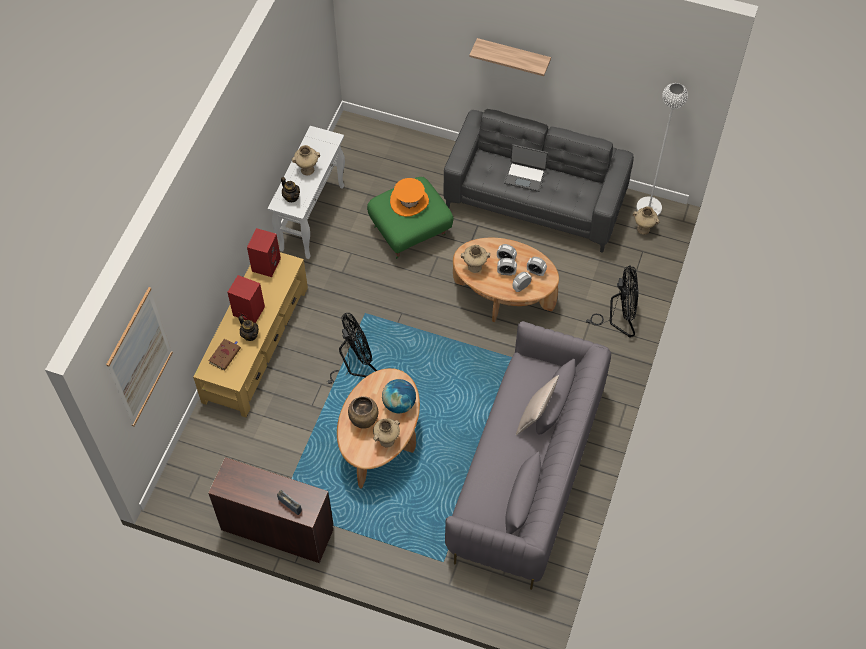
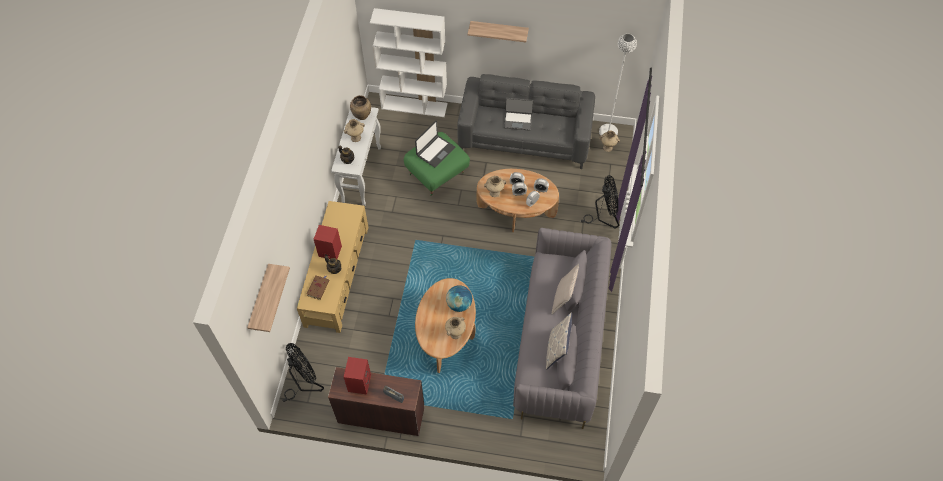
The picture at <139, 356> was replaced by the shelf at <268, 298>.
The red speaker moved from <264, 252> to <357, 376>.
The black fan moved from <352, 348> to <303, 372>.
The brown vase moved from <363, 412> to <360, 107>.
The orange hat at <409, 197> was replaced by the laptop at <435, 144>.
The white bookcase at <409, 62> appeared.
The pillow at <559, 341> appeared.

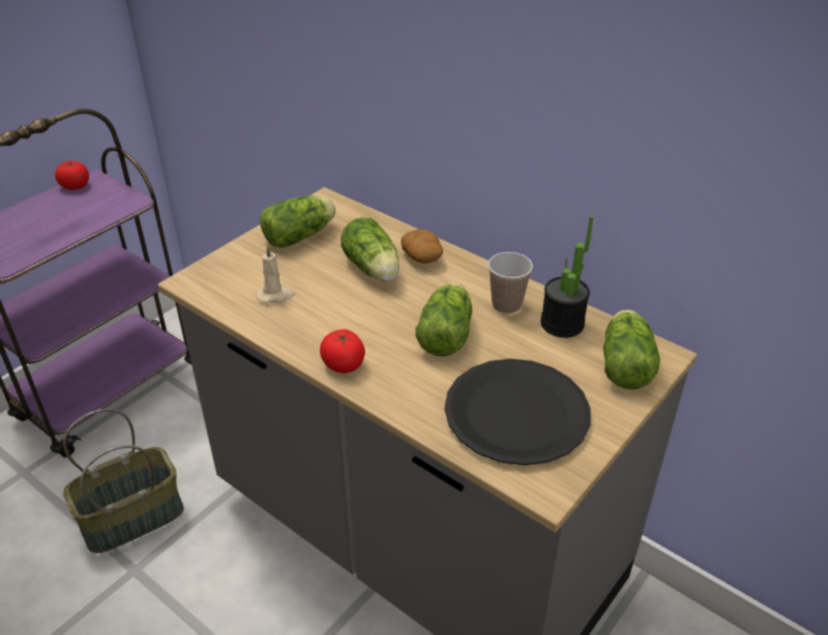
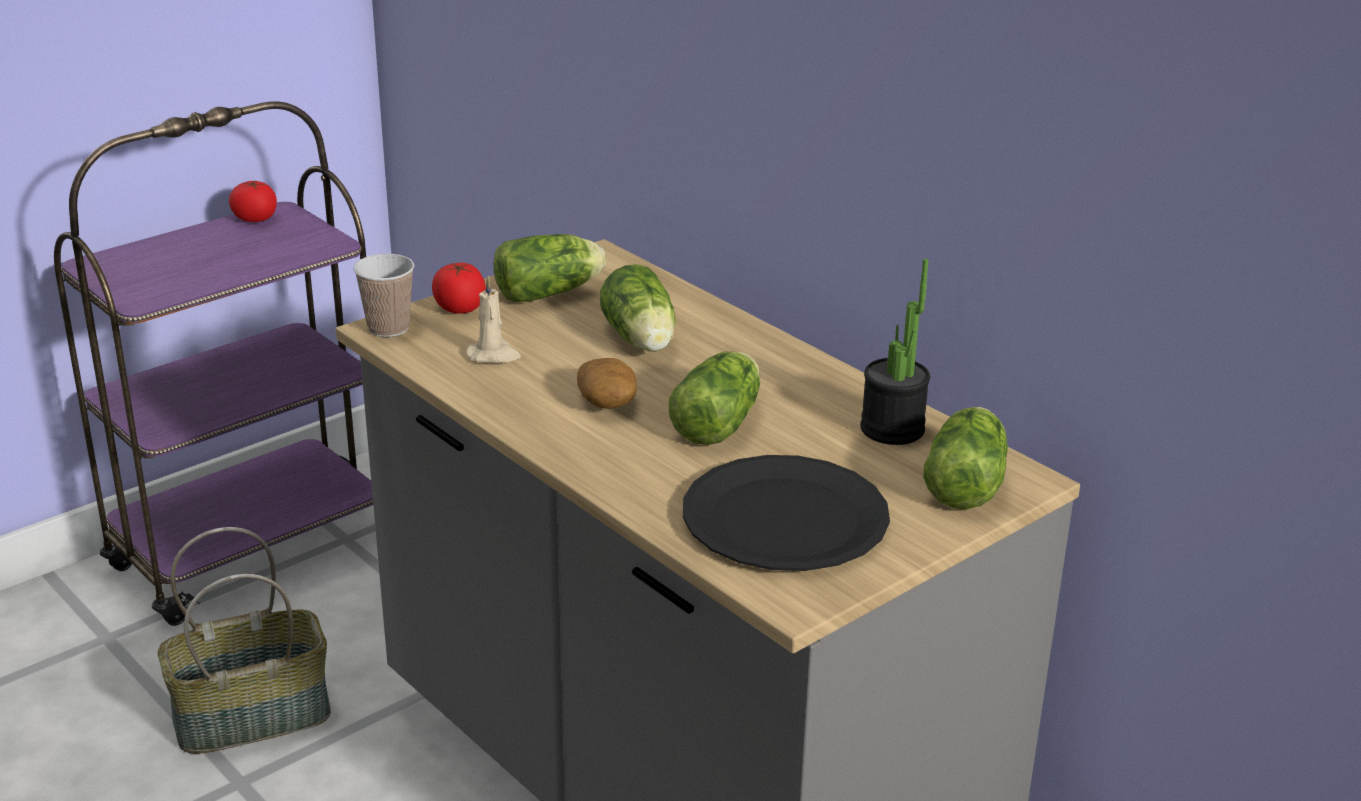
The tomato moved from <342, 351> to <459, 288>.
The potato moved from <422, 246> to <607, 383>.
The cup moved from <510, 283> to <383, 295>.

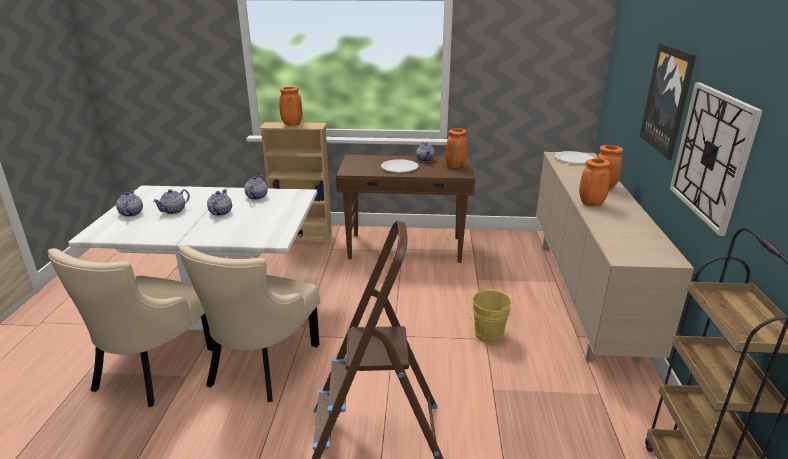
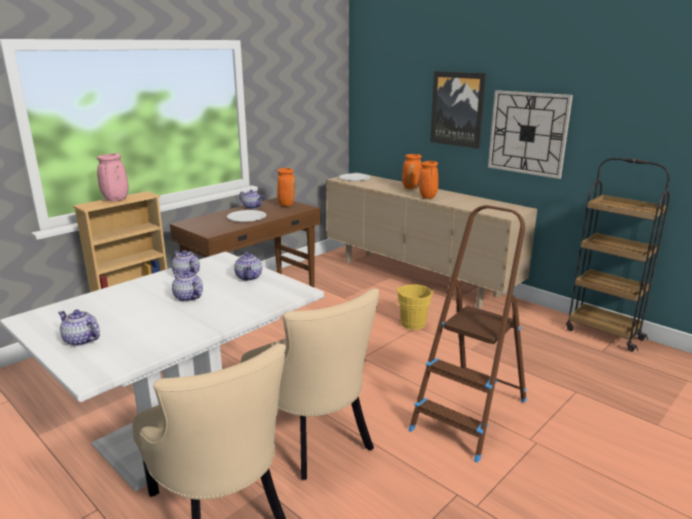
The teapot moved from <171, 201> to <248, 266>.
The orange vase at <290, 106> became the pink vase at <112, 177>.

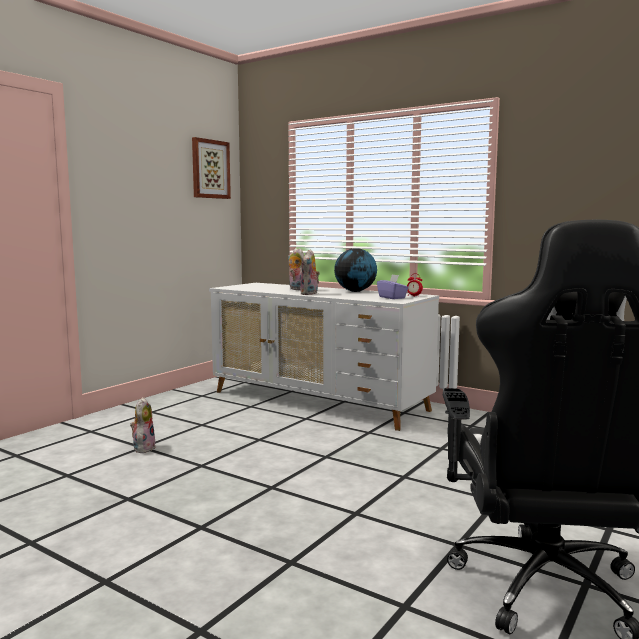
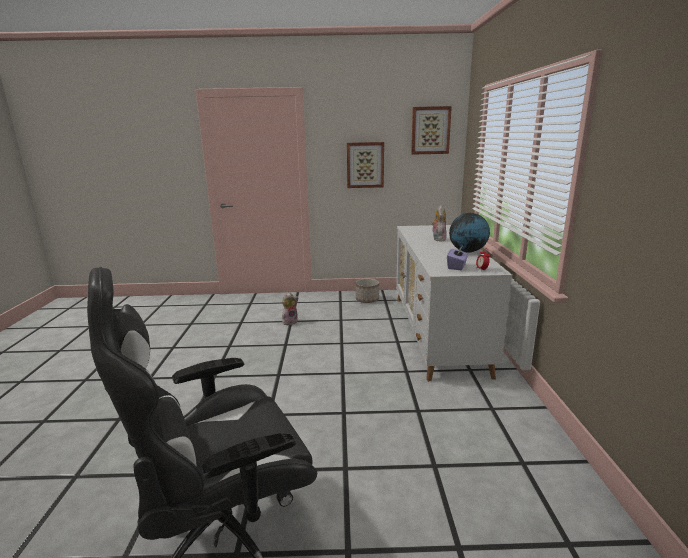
The plush toy at <310, 272> disappeared.
The picture at <365, 165> appeared.
The planter at <367, 290> appeared.

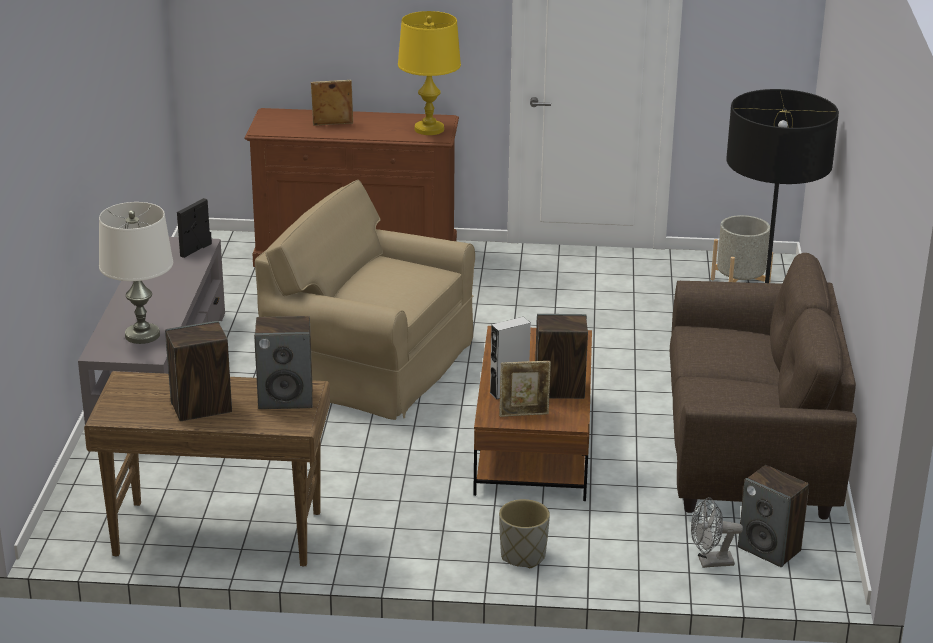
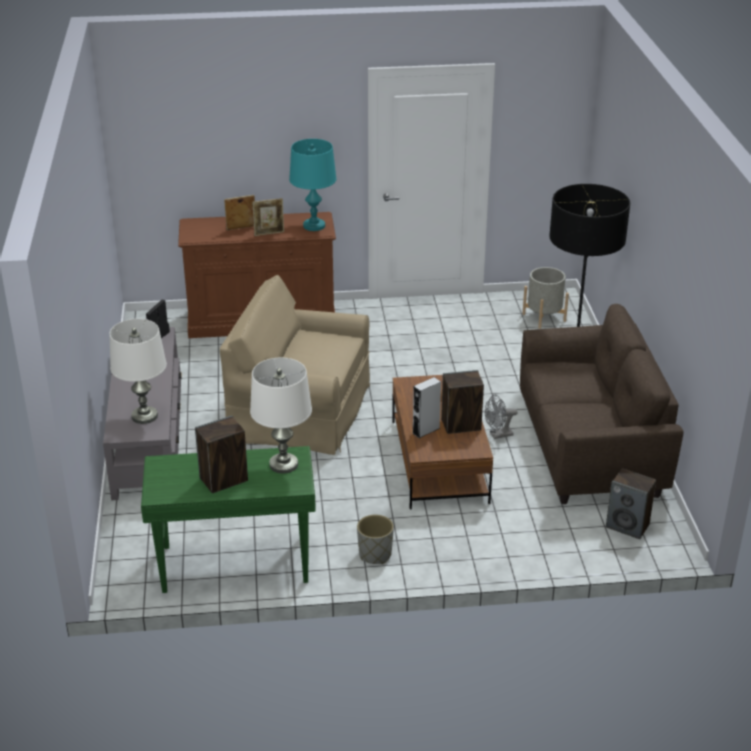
The brown console table at <207, 468> became the green console table at <228, 519>.
The speaker at <283, 362> was replaced by the white table lamp at <281, 416>.
The yellow table lamp at <429, 73> became the turquoise table lamp at <312, 185>.
The picture frame moved from <525, 389> to <268, 217>.
The grey planter moved from <524, 534> to <375, 539>.
The grey fan moved from <717, 532> to <501, 417>.

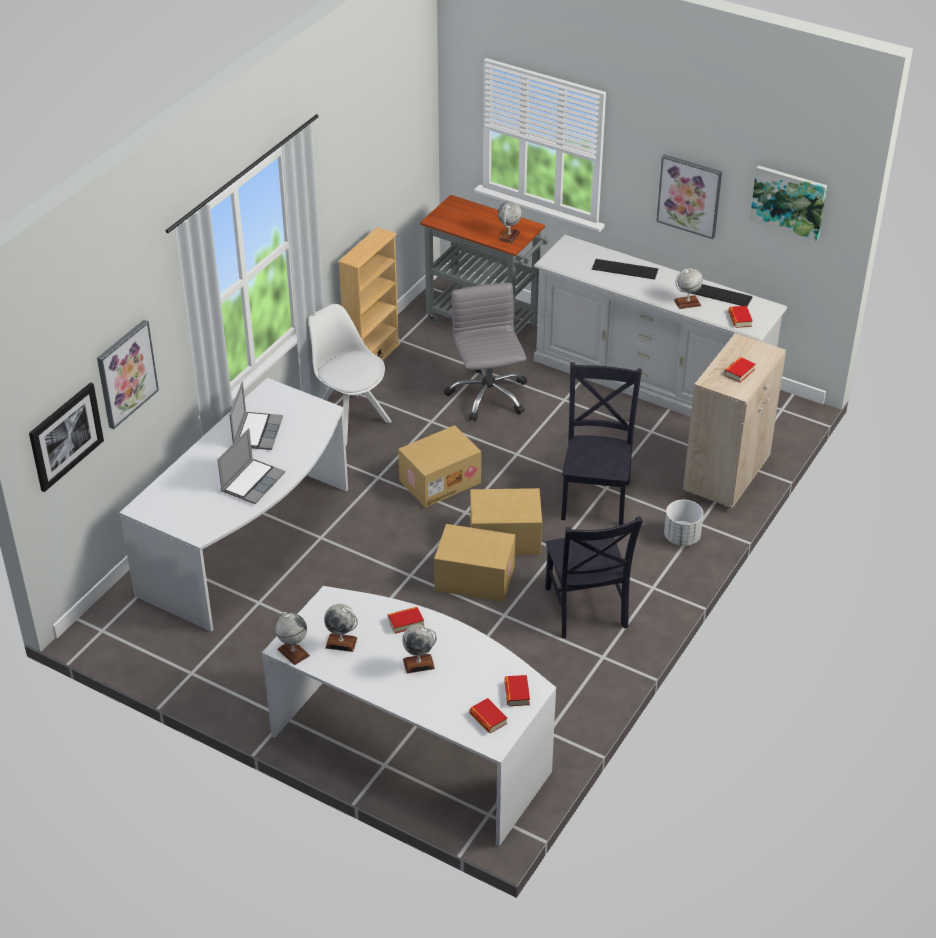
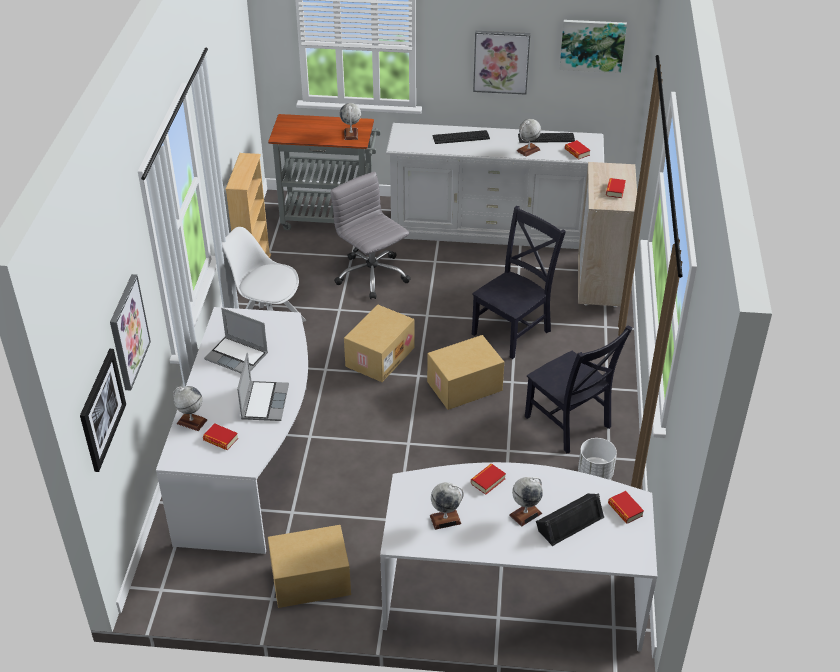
The laptop at <256, 416> turned 135 degrees clockwise.
The globe moved from <293, 638> to <190, 408>.
The cardboard box moved from <474, 563> to <309, 566>.
The book moved from <488, 715> to <220, 436>.
The black chair at <601, 443> turned 60 degrees clockwise.
The white planter moved from <683, 523> to <597, 459>.
The black speaker at <570, 519> appeared.

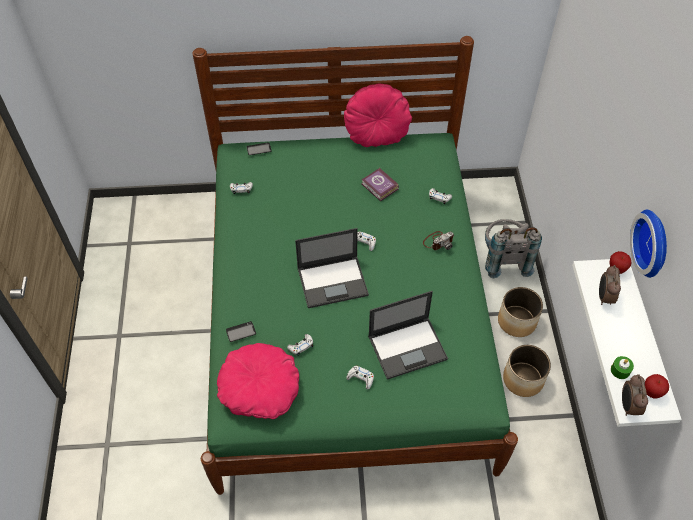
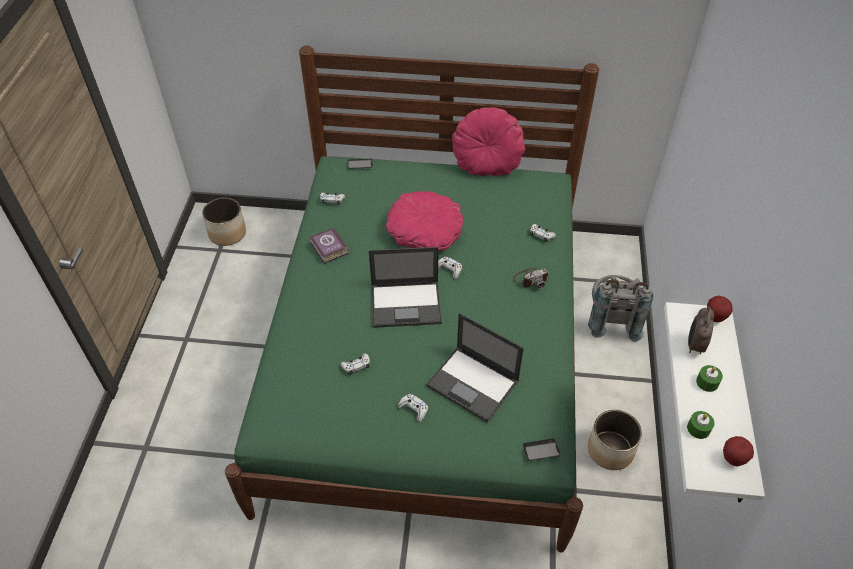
The pink pillow moved from <258, 381> to <424, 221>.
The phone moved from <241, 331> to <541, 450>.
The book moved from <380, 184> to <329, 245>.
The laptop at <408, 335> turned 45 degrees clockwise.
The planter moved from <520, 312> to <224, 222>.
The alarm clock at <635, 395> disappeared.
The wall clock at <648, 244> disappeared.
The green candle at <709, 378> appeared.

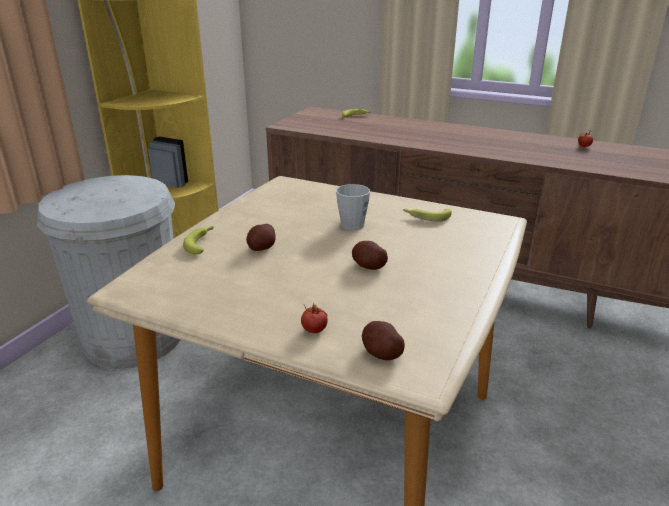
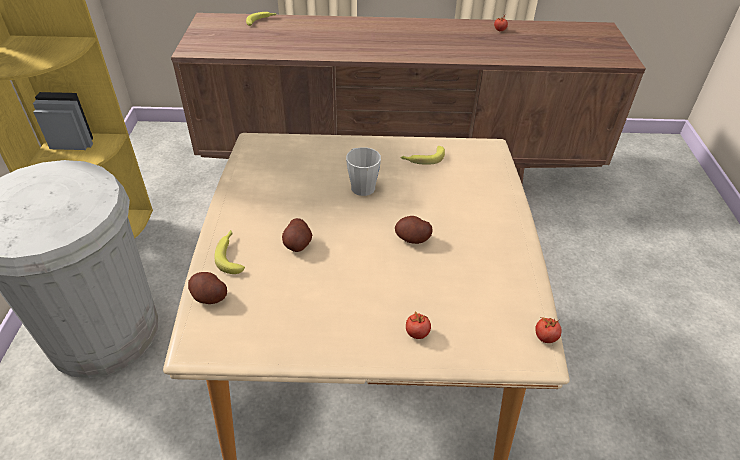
The potato moved from <383, 340> to <207, 288>.
The tomato at <548, 330> appeared.

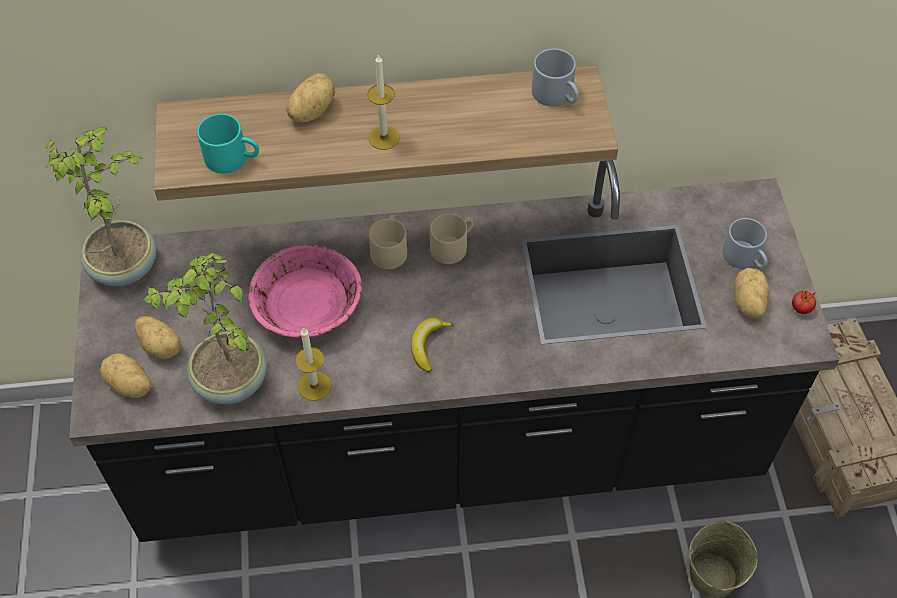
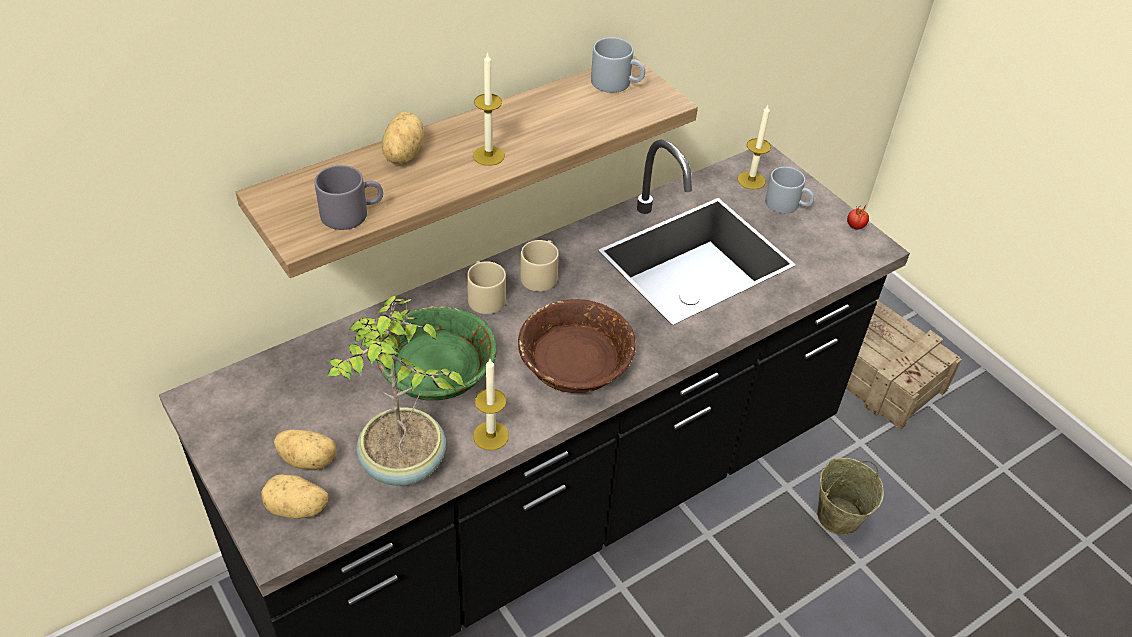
The potted plant at <101, 206> disappeared.
The turquoise mug at <228, 143> became the grey mug at <349, 197>.
The pink bowl at <305, 292> became the green bowl at <437, 353>.
The banana at <432, 344> was replaced by the brown bowl at <577, 346>.
The potato at <752, 293> disappeared.
The candle at <754, 147> appeared.

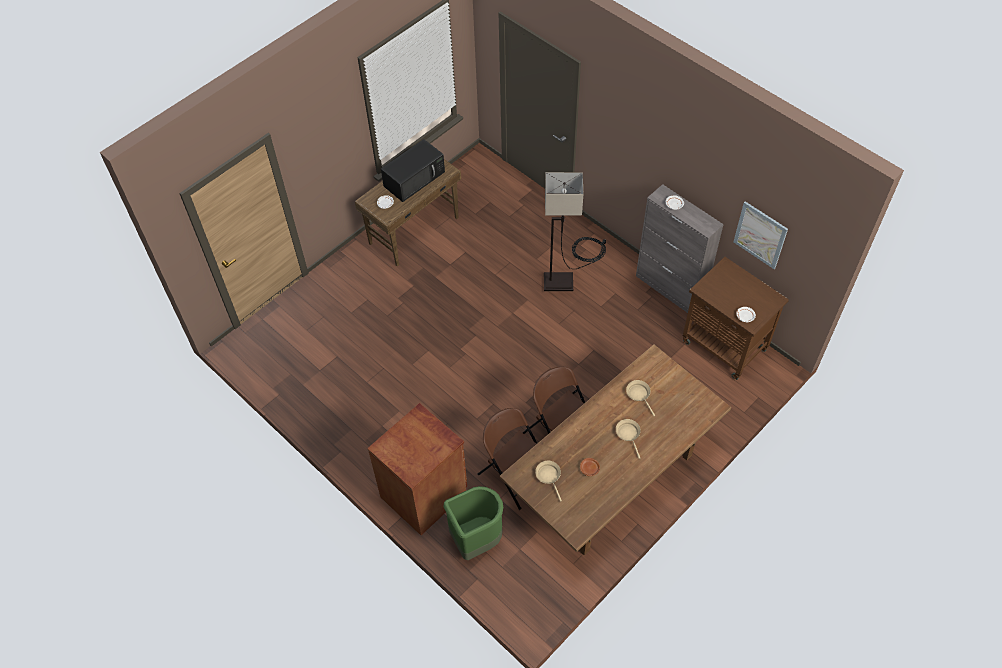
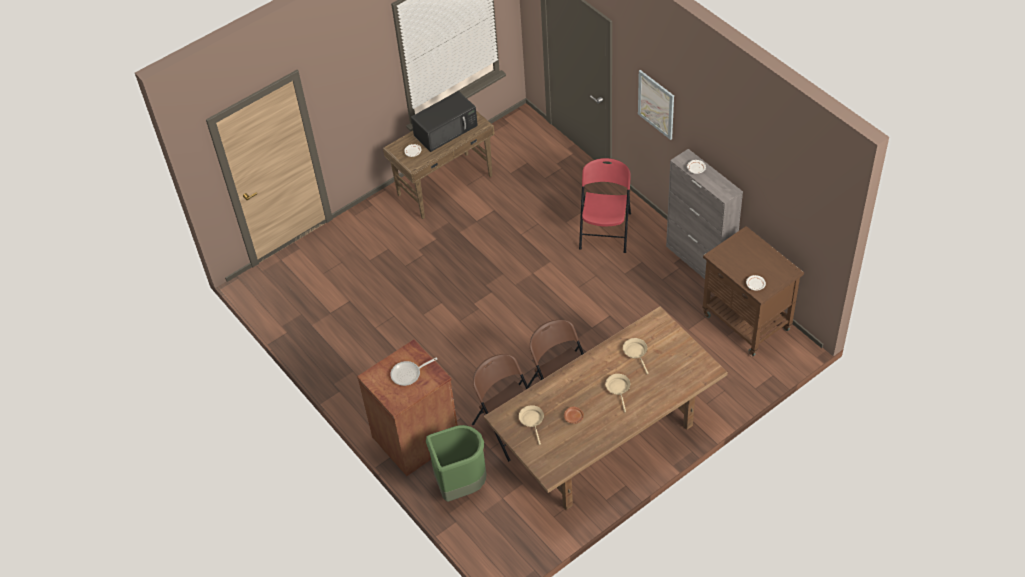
The floor lamp at <575, 231> was replaced by the red chair at <605, 205>.
The picture moved from <761, 235> to <656, 105>.
The frying pan at <413, 371> appeared.

